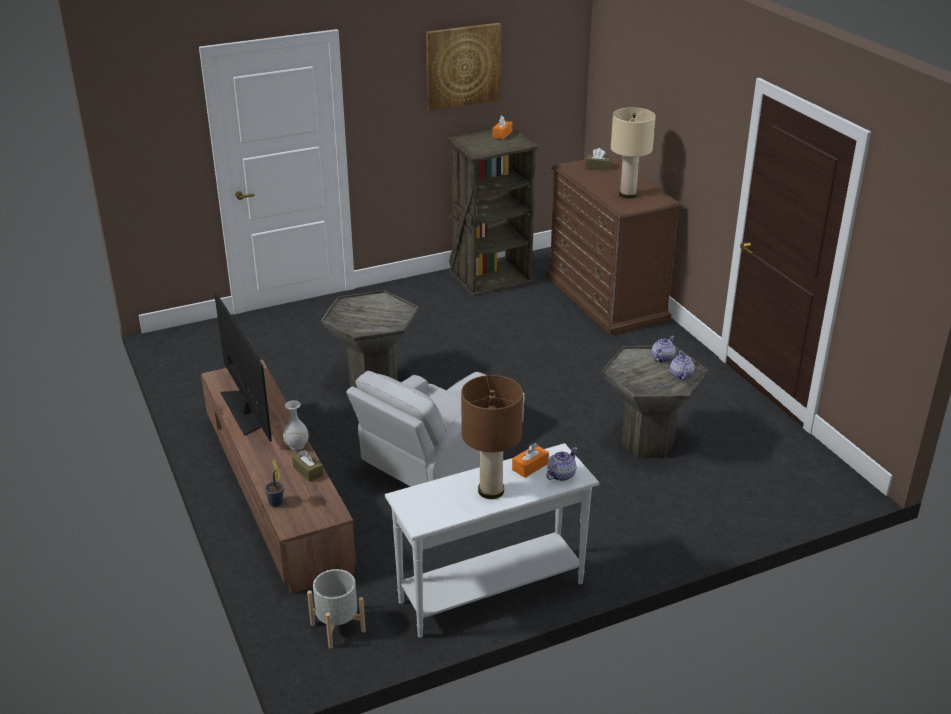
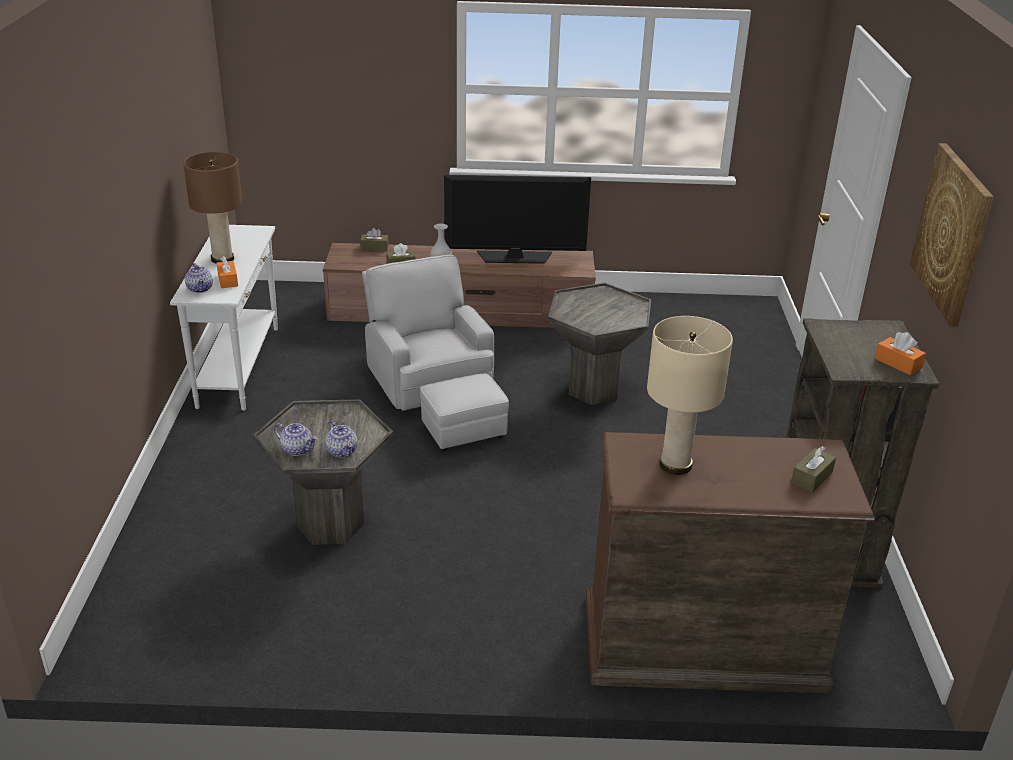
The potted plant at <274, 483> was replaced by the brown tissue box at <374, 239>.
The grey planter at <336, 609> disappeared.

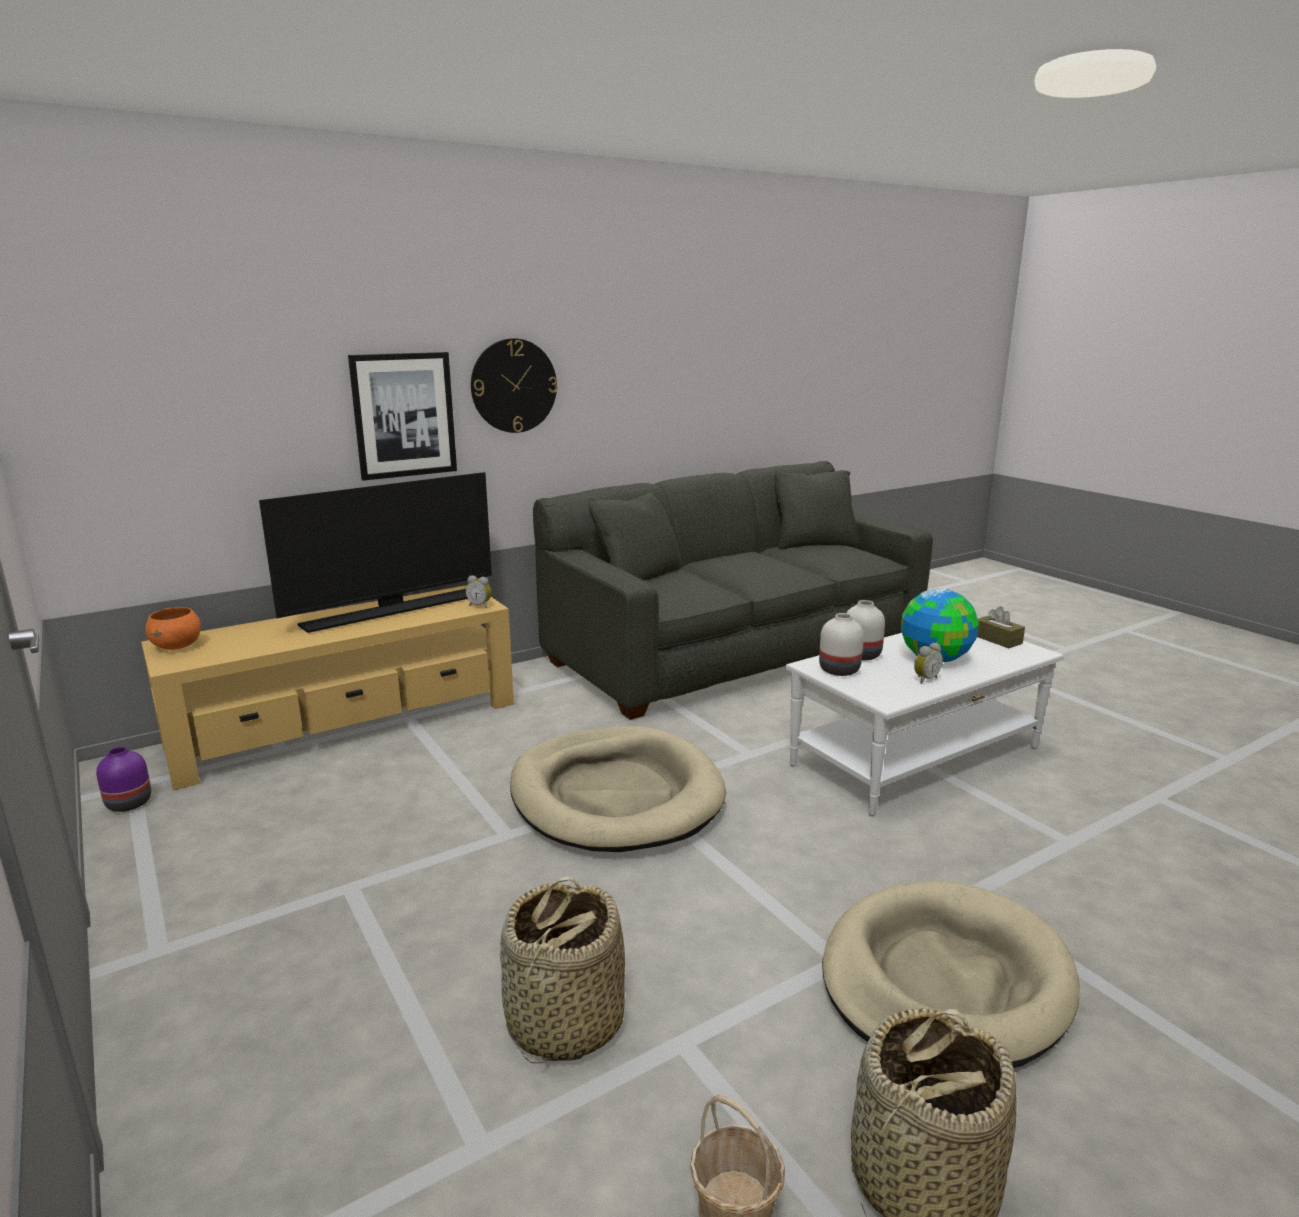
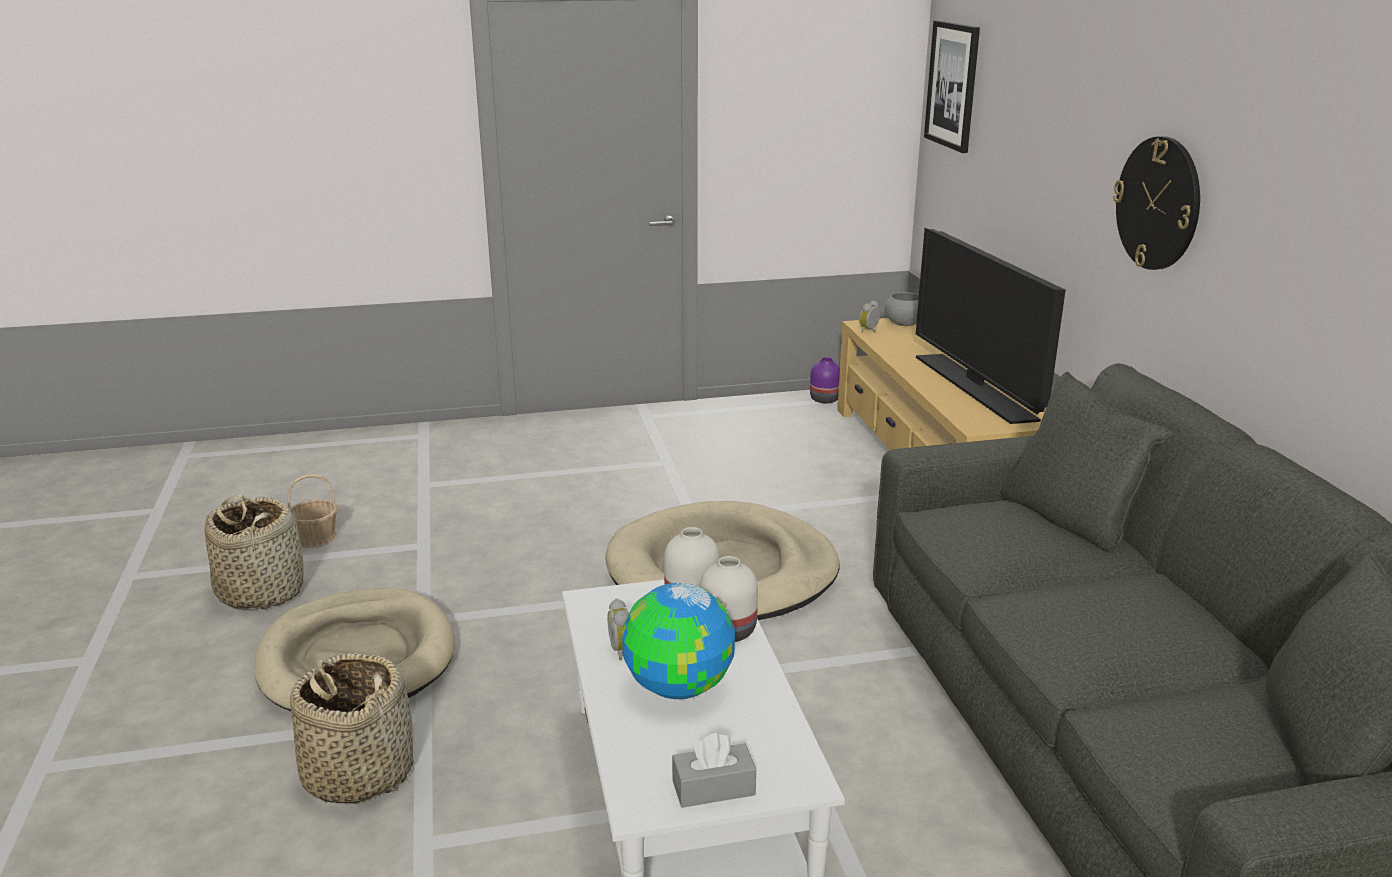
The orange bowl at <173, 628> became the grey bowl at <902, 309>.
The picture moved from <402, 416> to <952, 86>.
The alarm clock moved from <478, 591> to <869, 316>.
The basket moved from <562, 969> to <352, 729>.
The brown tissue box at <1001, 627> became the grey tissue box at <714, 770>.

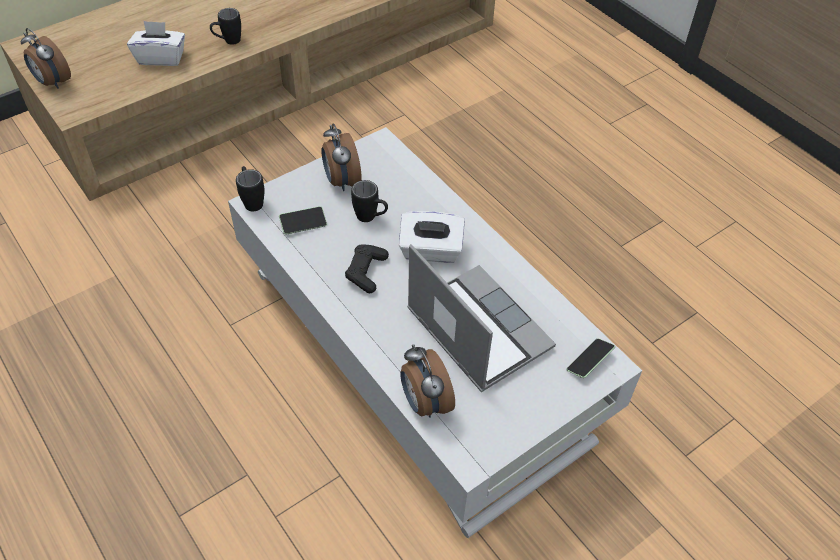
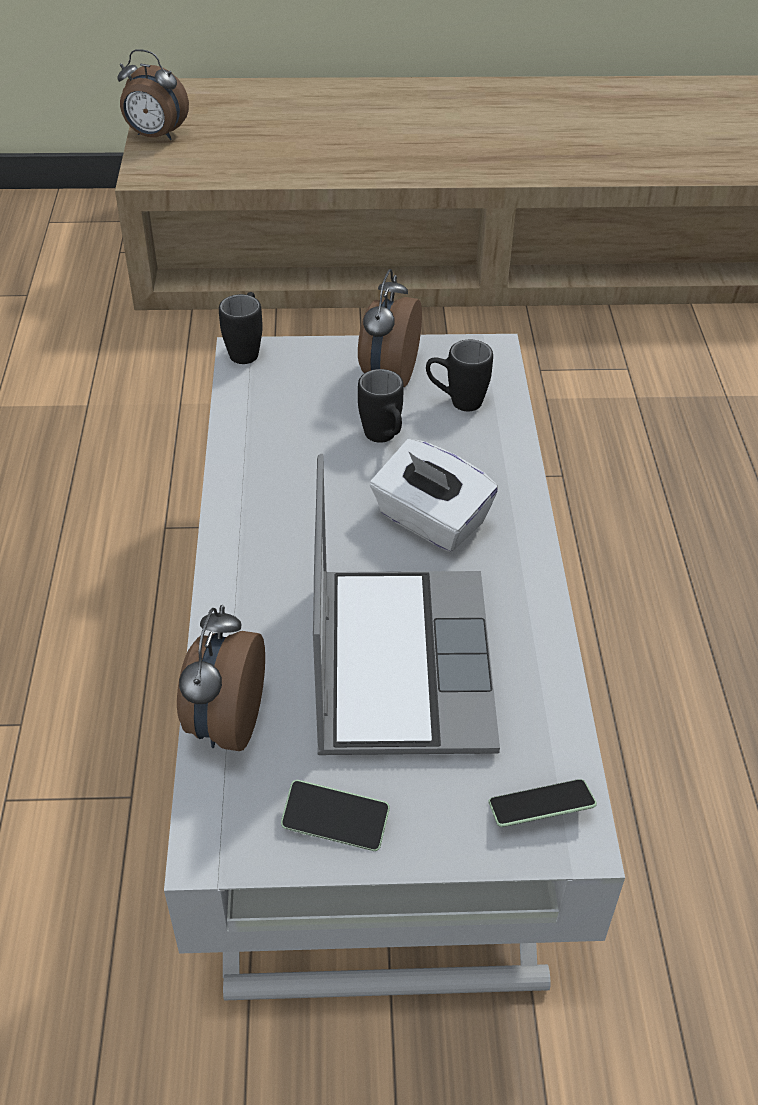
The alarm clock at <46, 58> turned 60 degrees counterclockwise.
The white tissue box at <156, 43> disappeared.
The black mug moved from <225, 26> to <459, 375>.
The phone moved from <303, 220> to <335, 815>.
The black game controller at <367, 268> disappeared.

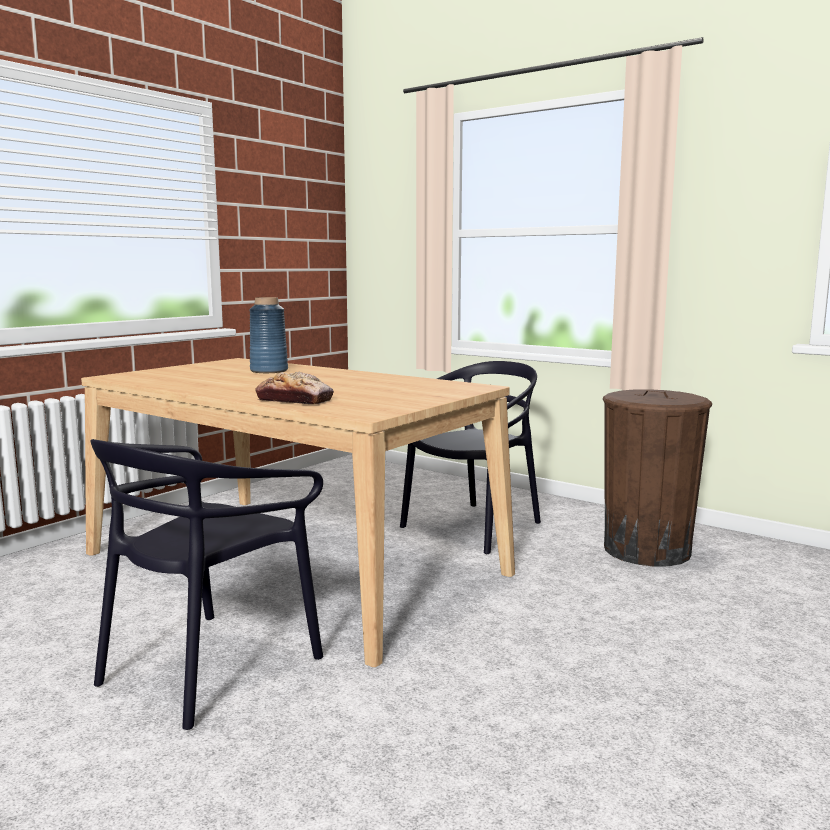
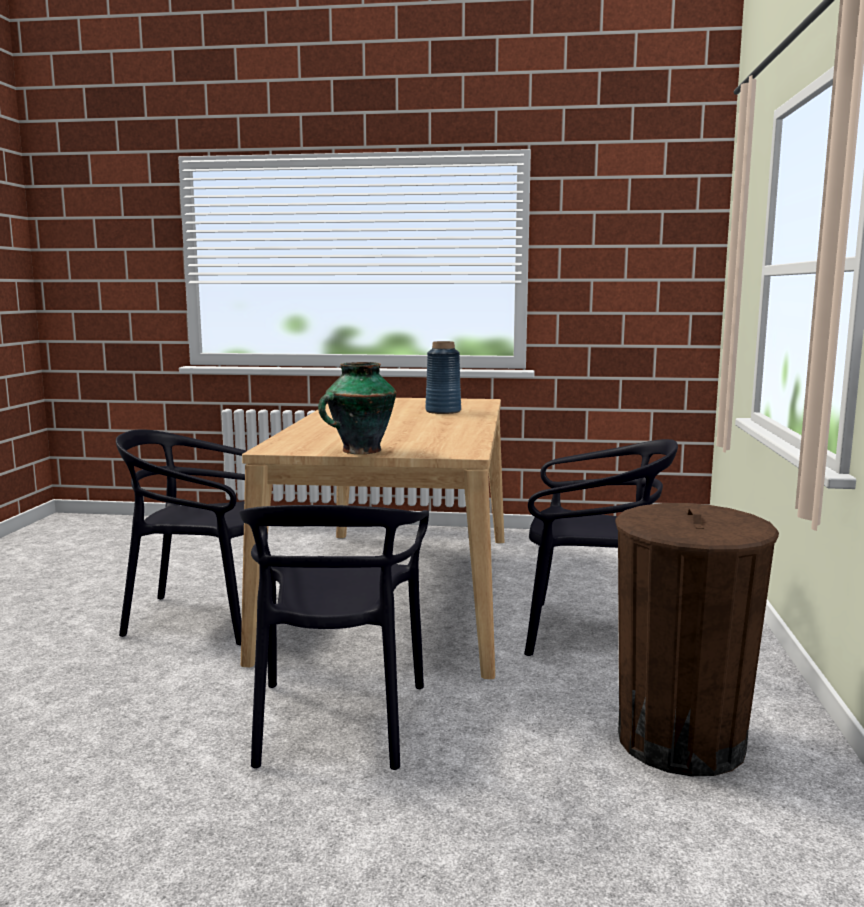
The bread at <294, 388> disappeared.
The black chair at <334, 637> appeared.
The vase at <357, 408> appeared.

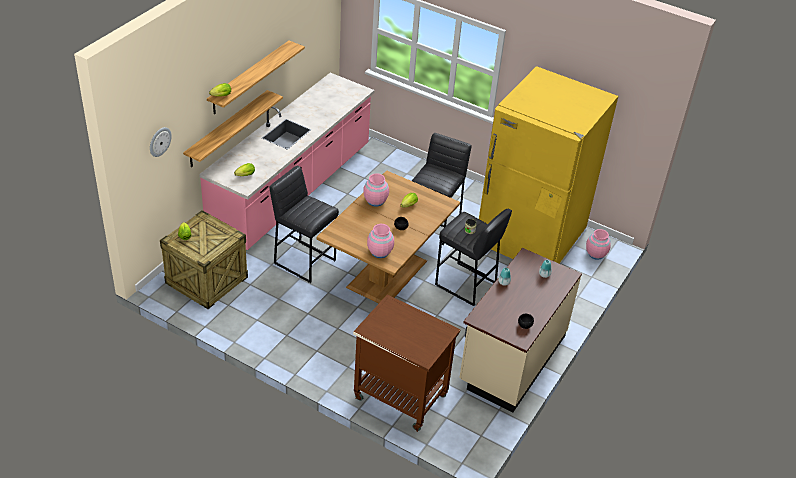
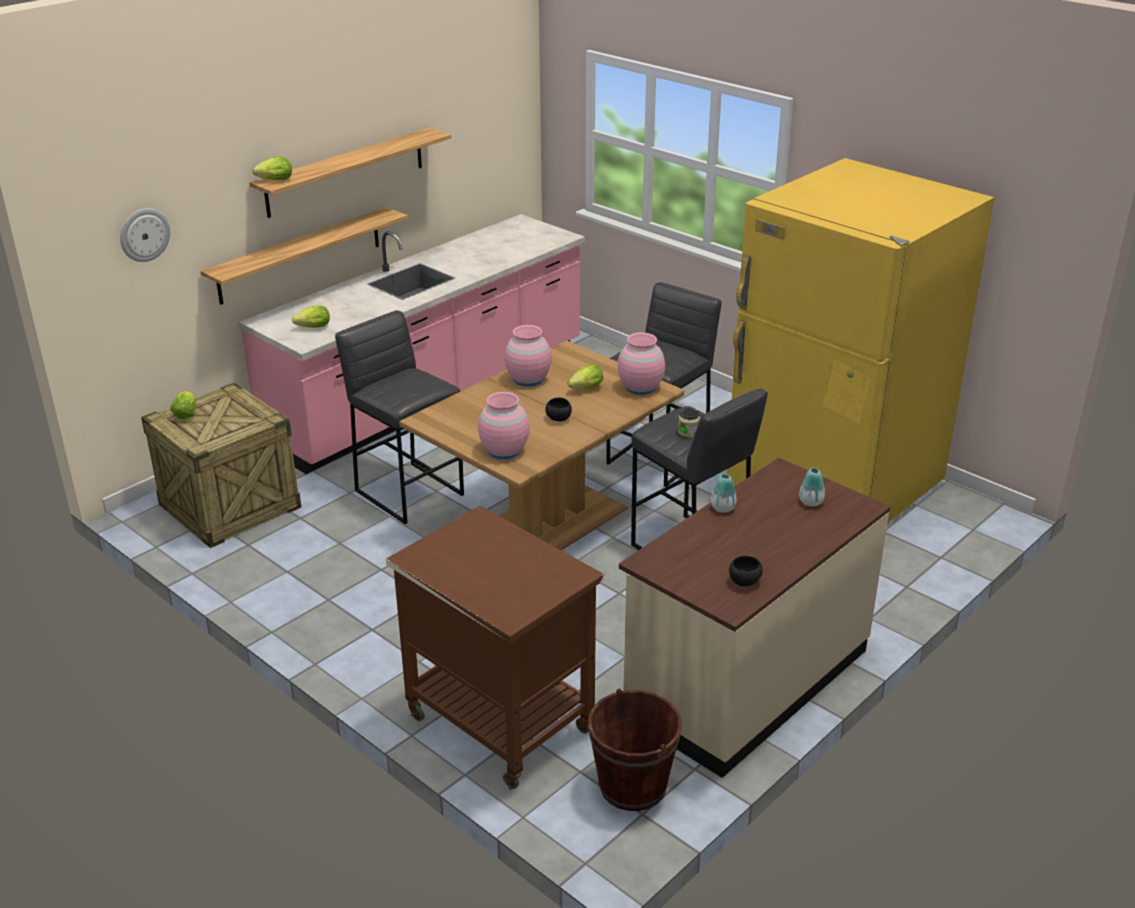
The pink vase moved from <598, 244> to <641, 363>.
The brown bucket at <635, 750> appeared.

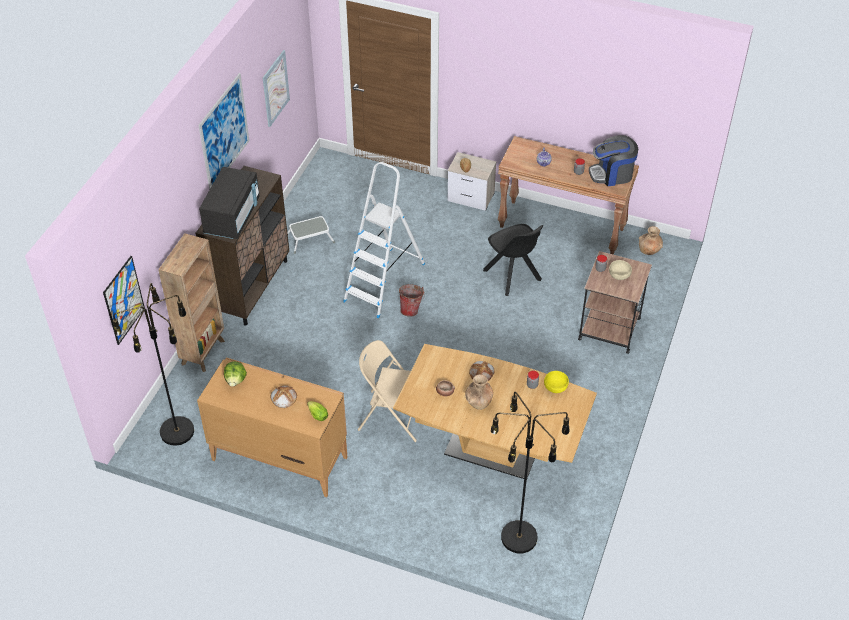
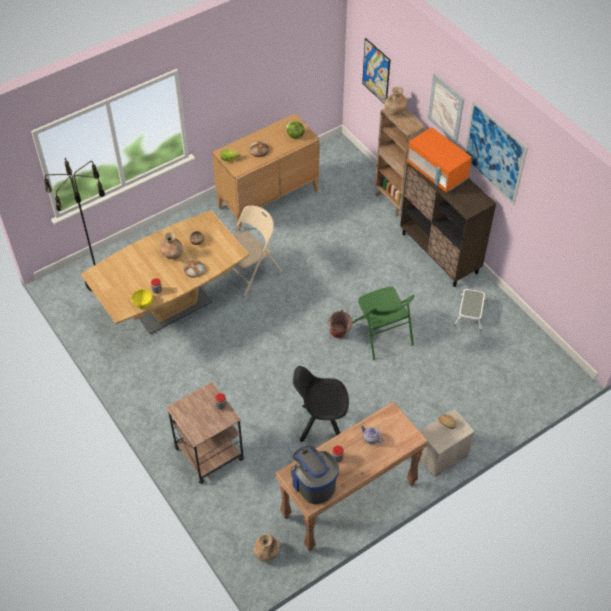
The floor lamp at <153, 364> disappeared.
The black microwave at <229, 203> became the orange microwave at <439, 159>.
The picture moved from <276, 88> to <446, 109>.
The white step ladder at <384, 240> was replaced by the green chair at <383, 323>.
The coffee machine at <613, 160> turned 60 degrees counterclockwise.
The beige bowl at <620, 270> disappeared.
The brown vase at <396, 101> appeared.

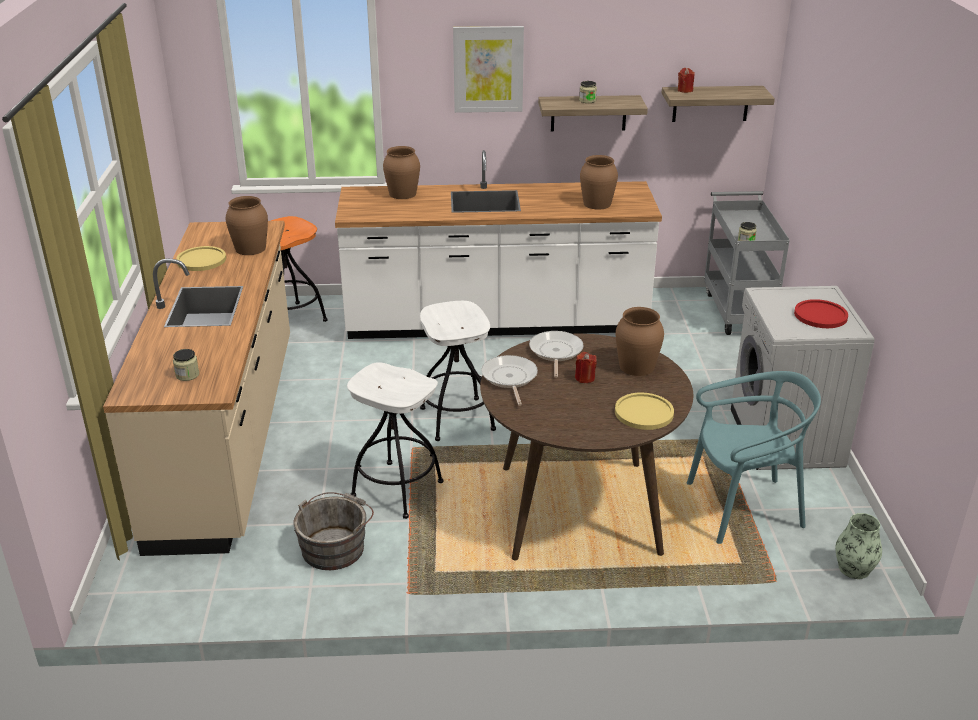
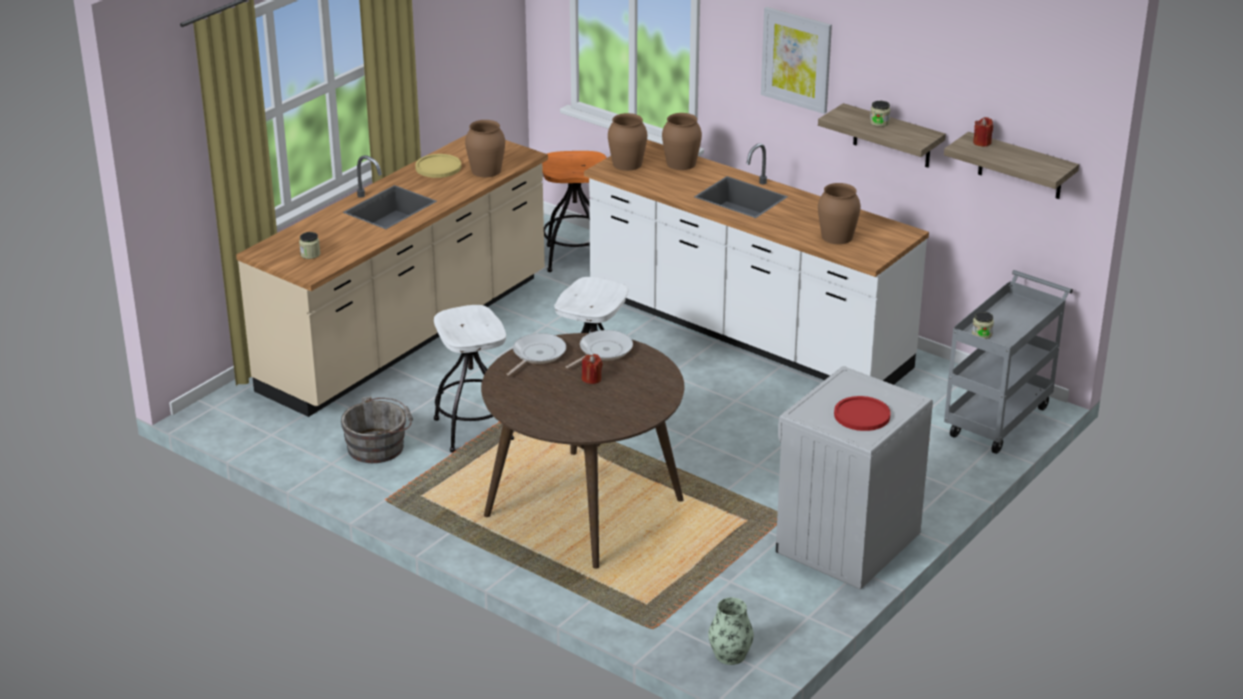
The yellow plate at <644, 411> disappeared.
The brown vase moved from <640, 341> to <627, 142>.
The turquoise chair at <754, 457> disappeared.

